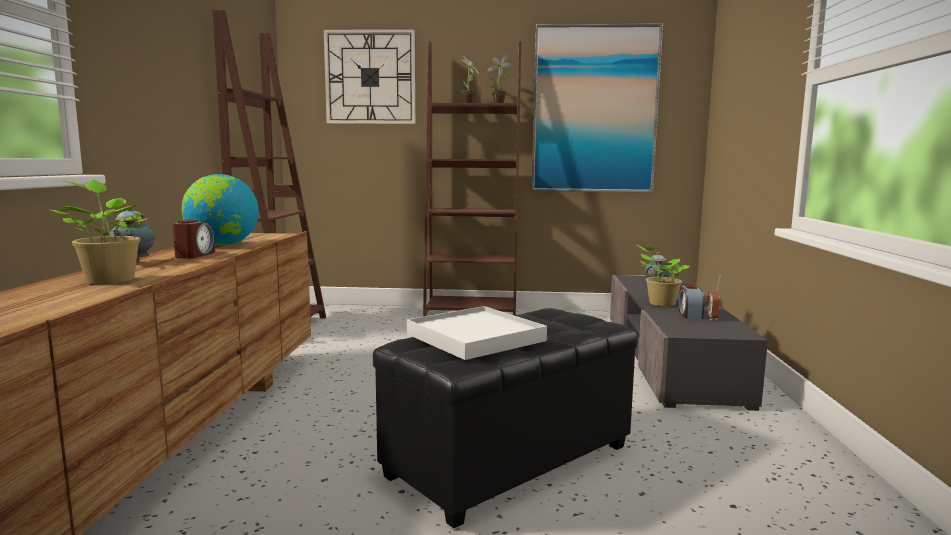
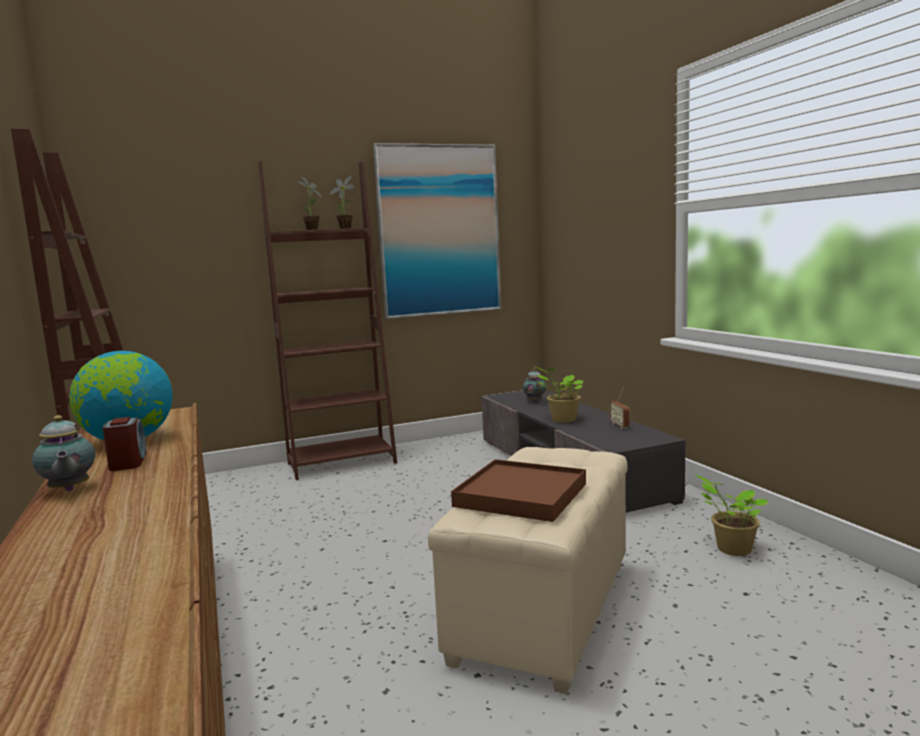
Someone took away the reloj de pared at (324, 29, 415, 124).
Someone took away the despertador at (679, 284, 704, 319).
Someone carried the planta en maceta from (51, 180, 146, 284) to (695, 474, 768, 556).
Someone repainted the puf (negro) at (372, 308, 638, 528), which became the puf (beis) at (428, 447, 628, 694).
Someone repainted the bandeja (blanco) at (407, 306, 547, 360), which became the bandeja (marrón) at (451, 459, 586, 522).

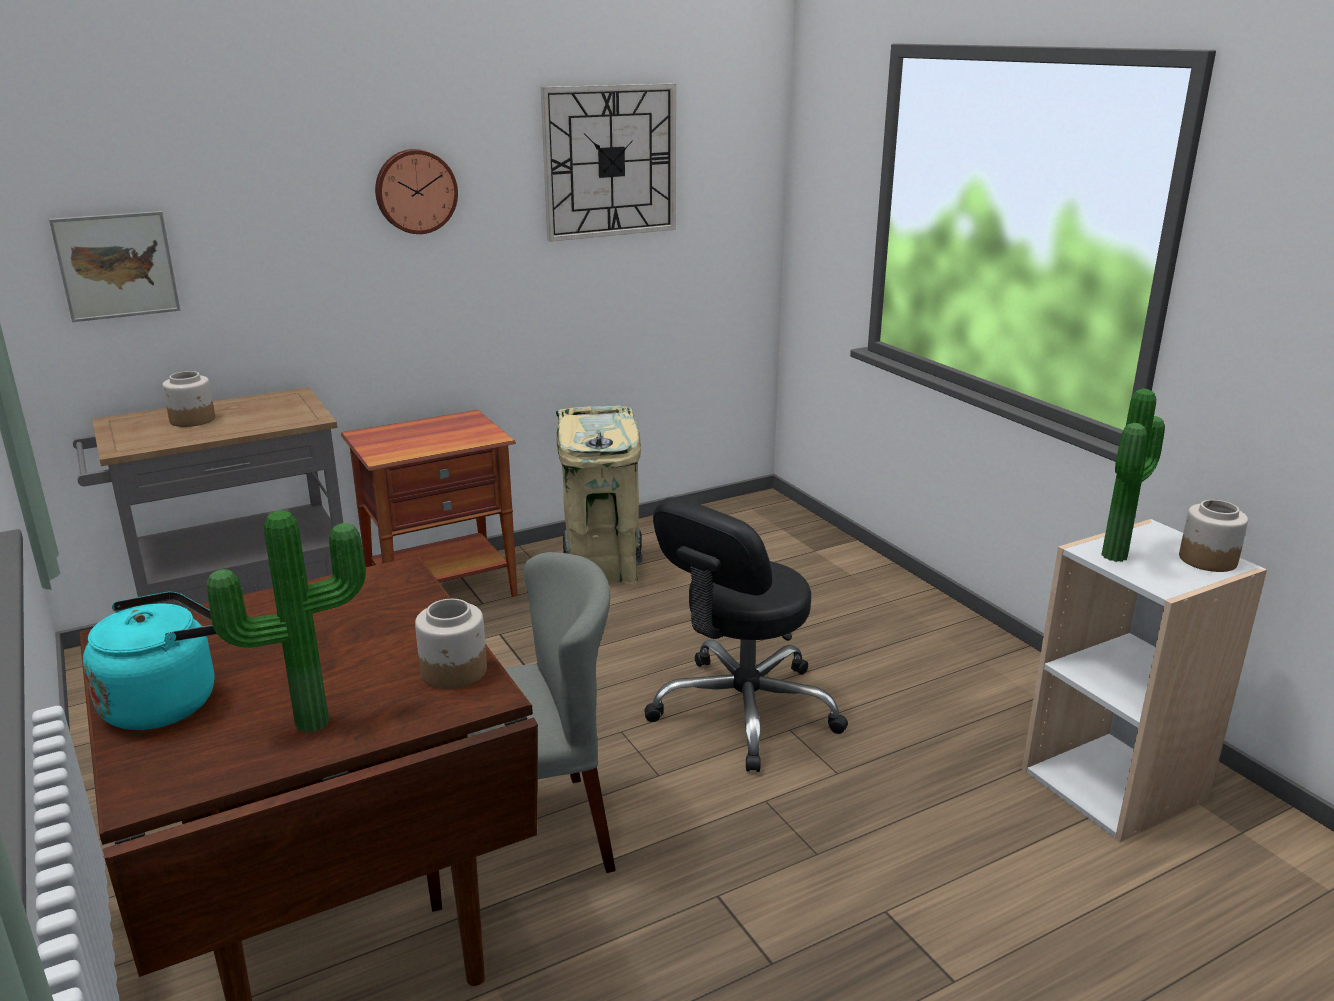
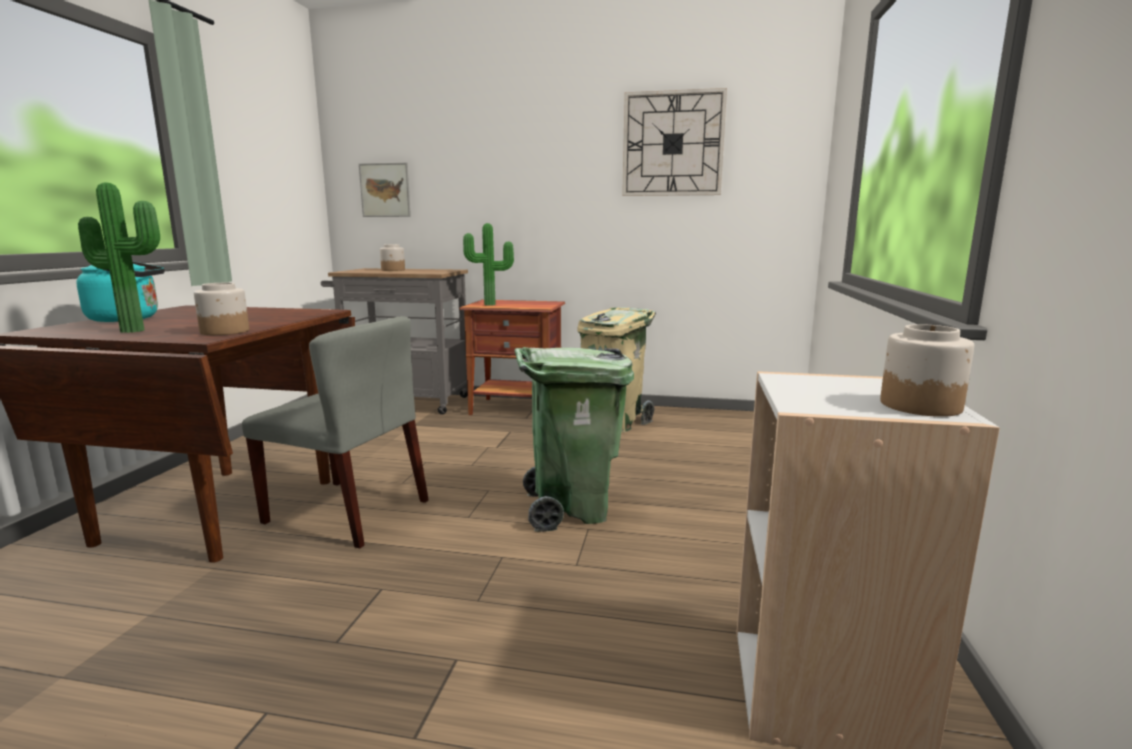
Someone took away the reloj de pared at (375, 149, 458, 234).
Someone carried the planta en maceta from (1101, 389, 1165, 562) to (463, 223, 514, 306).
Someone swapped the silla de oficina (negro) at (644, 497, 848, 772) for the papelera (verde) at (515, 347, 634, 532).

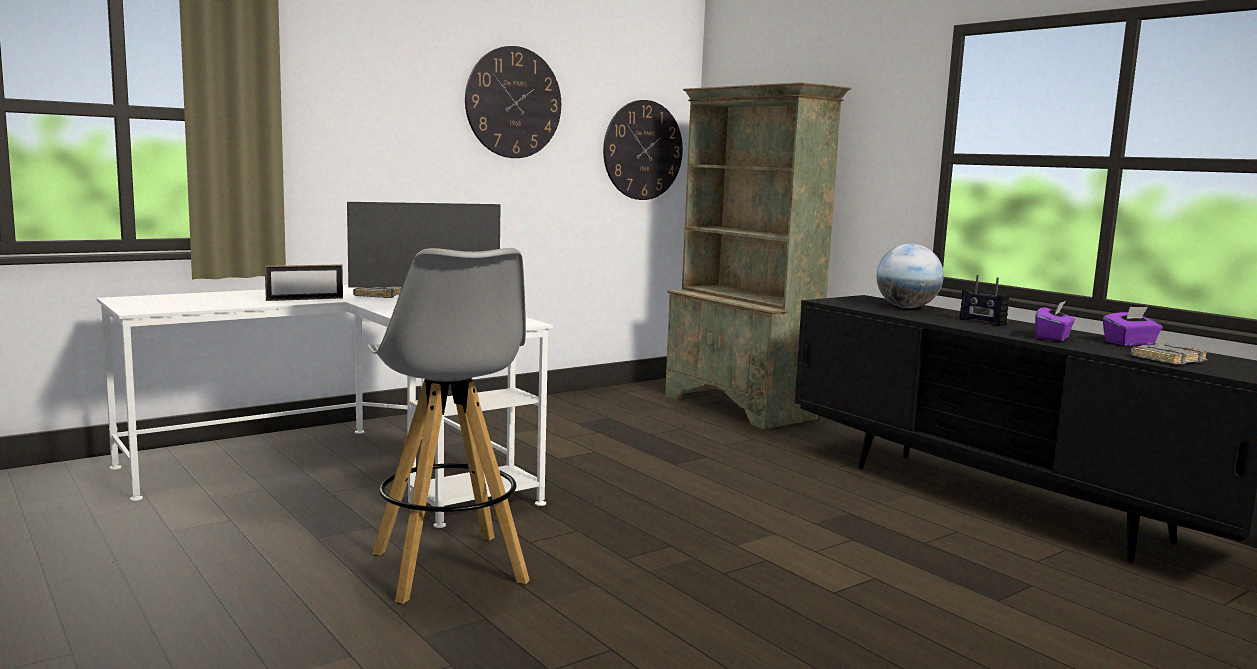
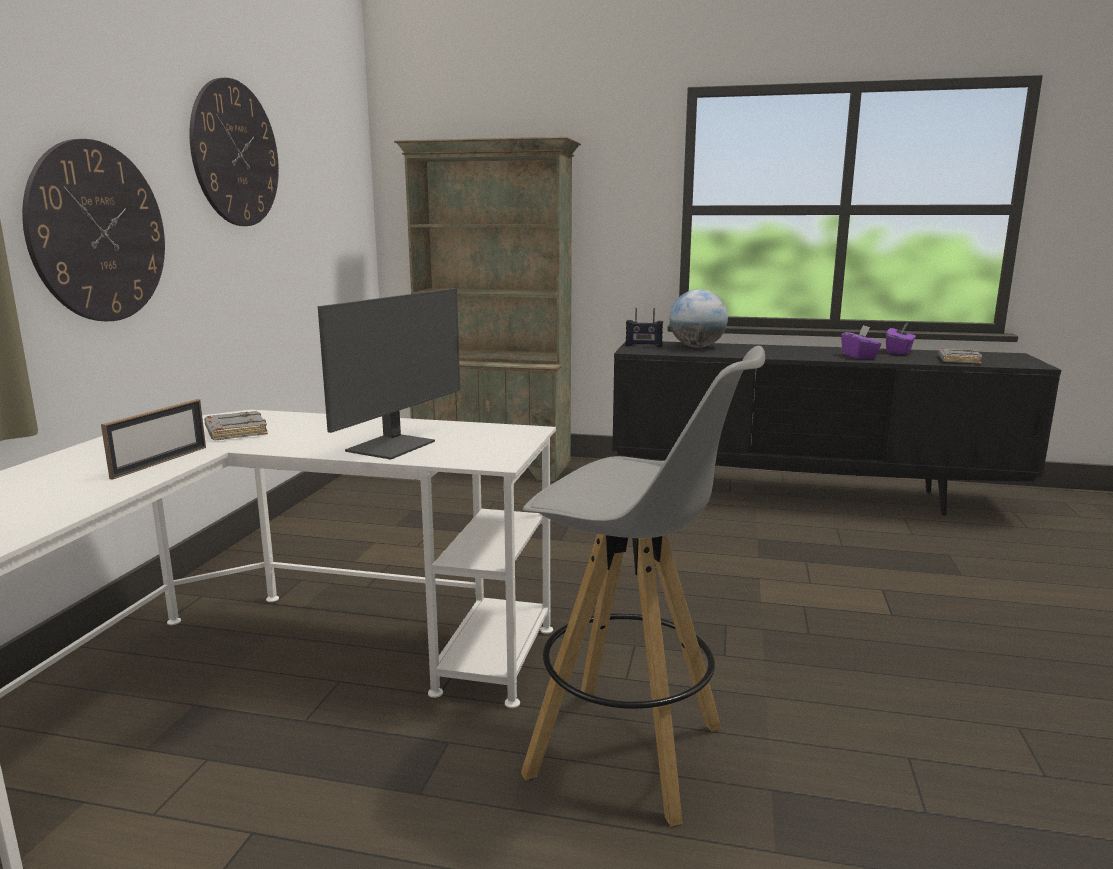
Someone carried the reloj de pared from (603, 100, 683, 200) to (22, 139, 165, 321).
Someone carried the radio from (959, 275, 1010, 326) to (625, 308, 663, 347).

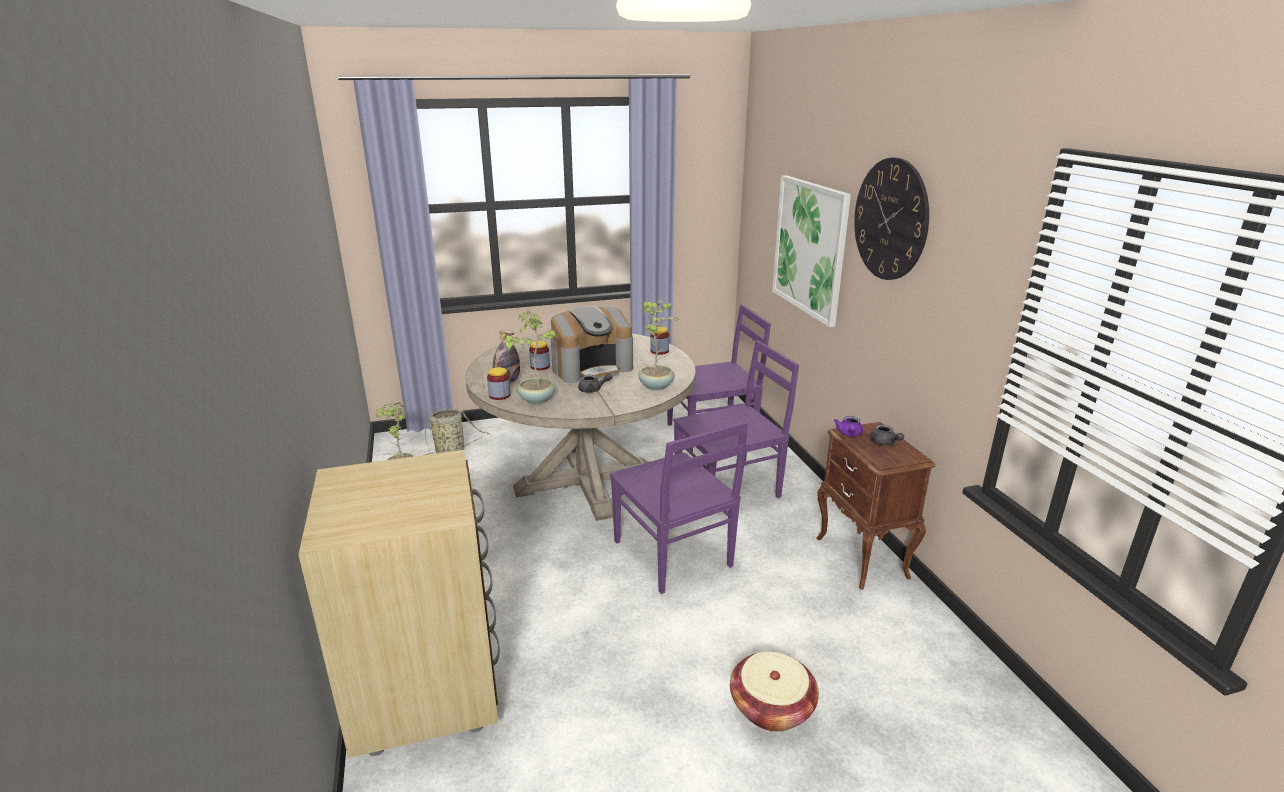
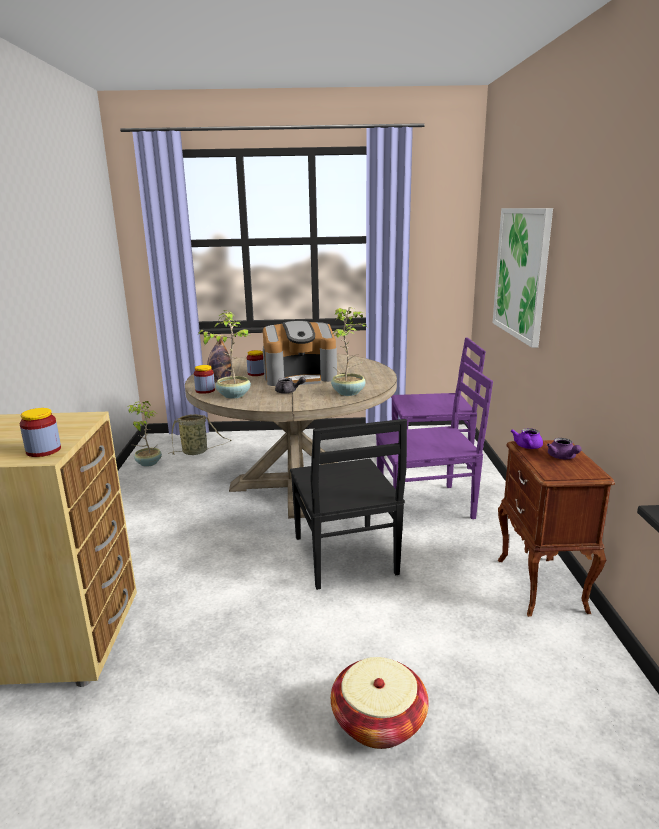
Someone took away the reloj de pared at (854, 157, 929, 280).
Someone carried the tarro from (650, 327, 669, 355) to (19, 408, 61, 457).
Someone repainted the silla (morado) at (610, 421, 748, 594), which became the silla (negro) at (290, 419, 407, 590).
Someone repainted the tetera (gris) at (870, 424, 904, 445), which became the tetera (morado) at (547, 438, 582, 459).

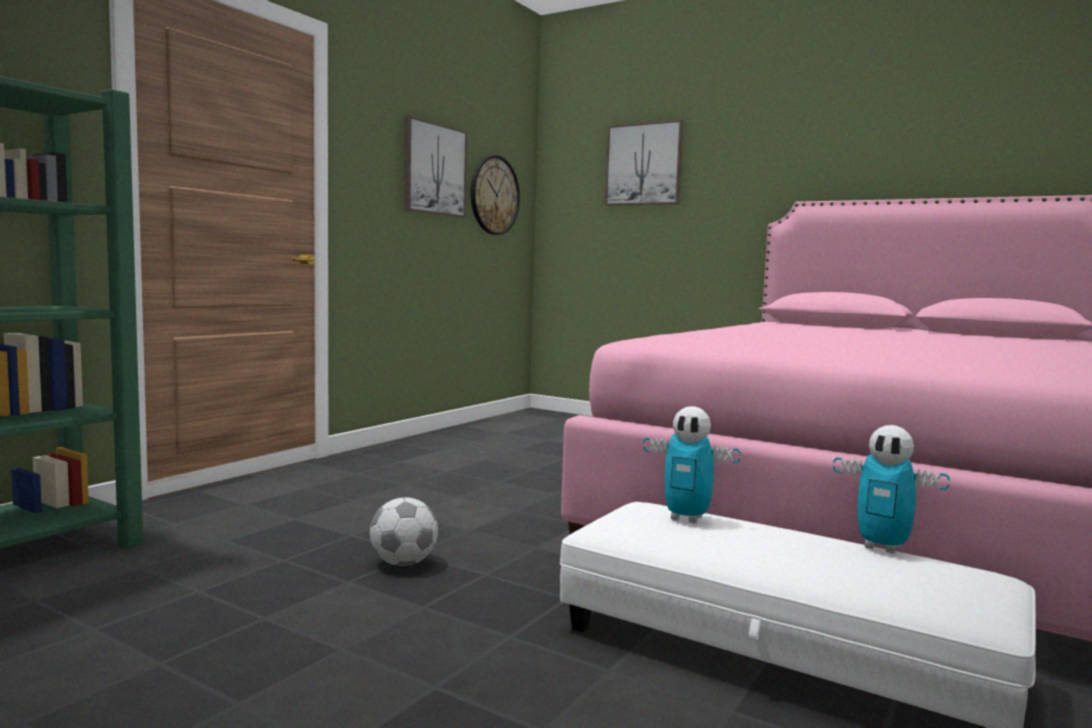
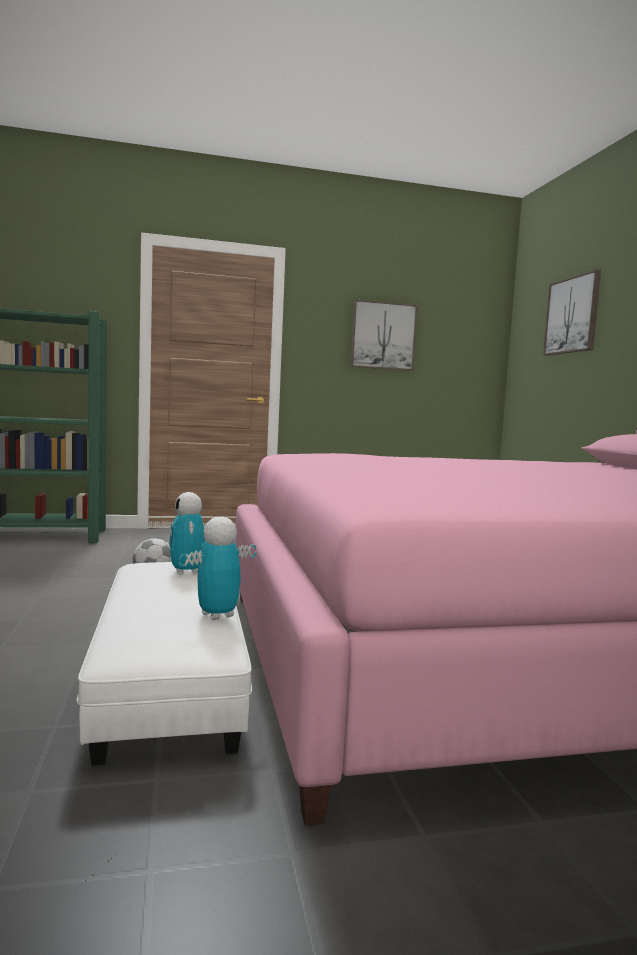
Someone took away the reloj de pared at (471, 155, 520, 235).
Someone rotated the robot de juguete at (833, 425, 950, 554) by 60 degrees clockwise.

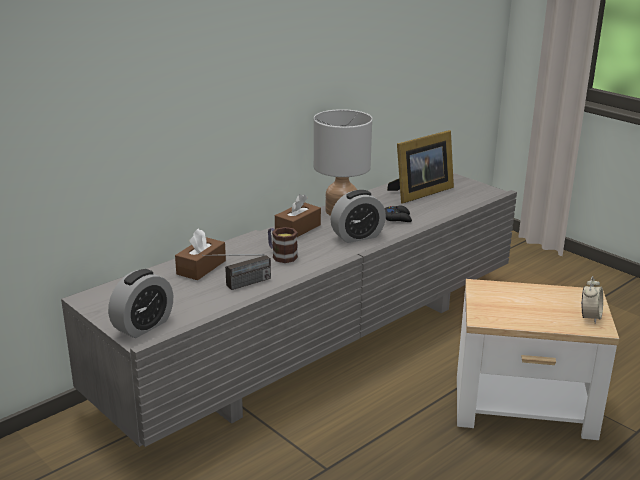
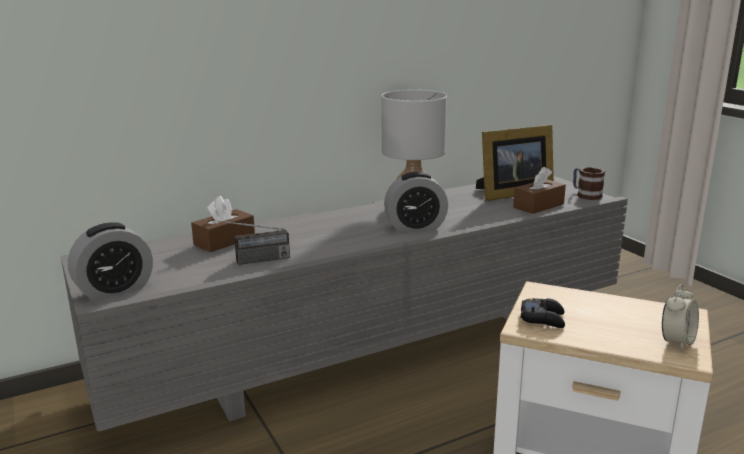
Someone carried the taza grande from (268, 227, 298, 263) to (573, 167, 605, 200).
Someone carried the caja de pañuelos (marrón) from (275, 194, 321, 237) to (513, 166, 566, 214).
Someone carried the mando de consola (negro) from (384, 205, 412, 222) to (520, 298, 565, 328).

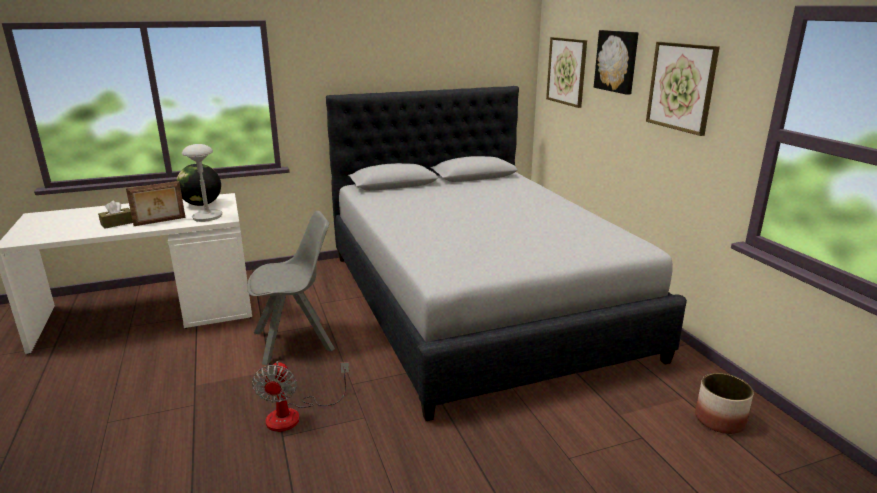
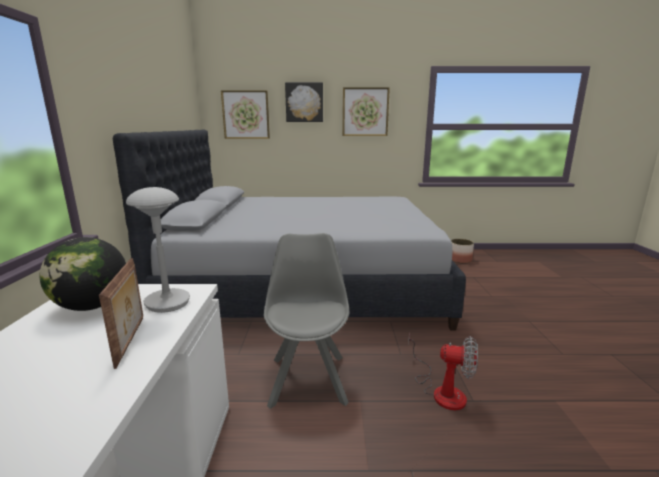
Someone took away the caja de pañuelos (marrón) at (98, 201, 133, 229).

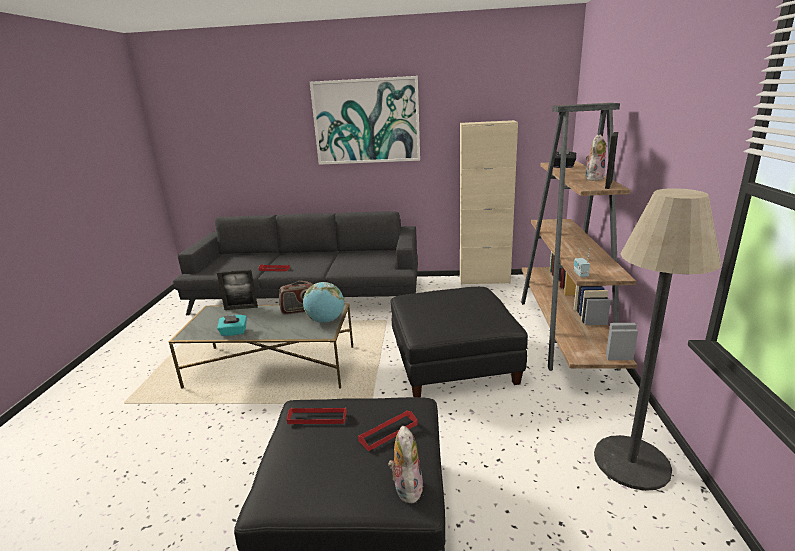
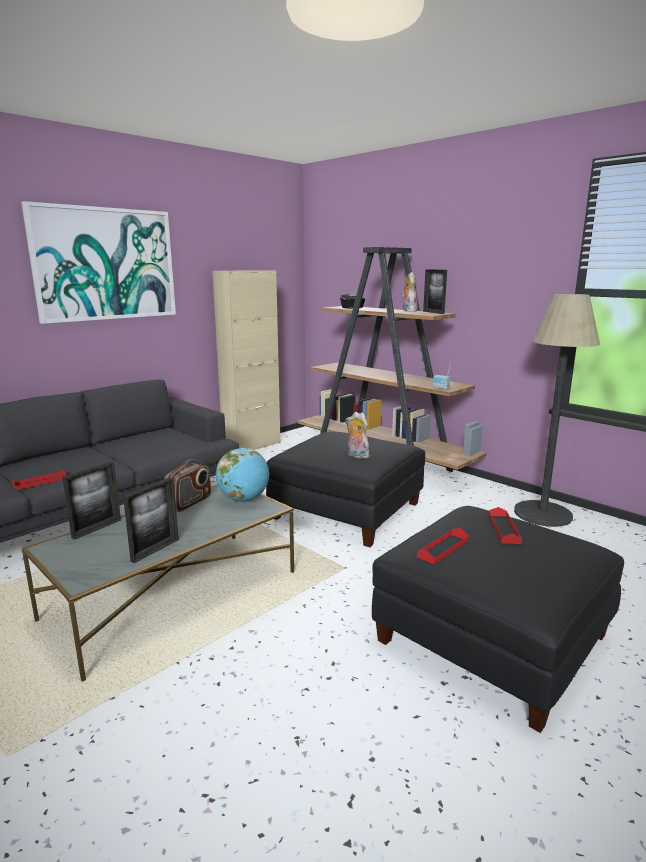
Someone carried the peluche from (388, 426, 423, 504) to (345, 412, 369, 459).
Someone swapped the caja de pañuelos (turquesa) at (217, 315, 247, 336) for the portarretratos at (123, 477, 179, 563).

